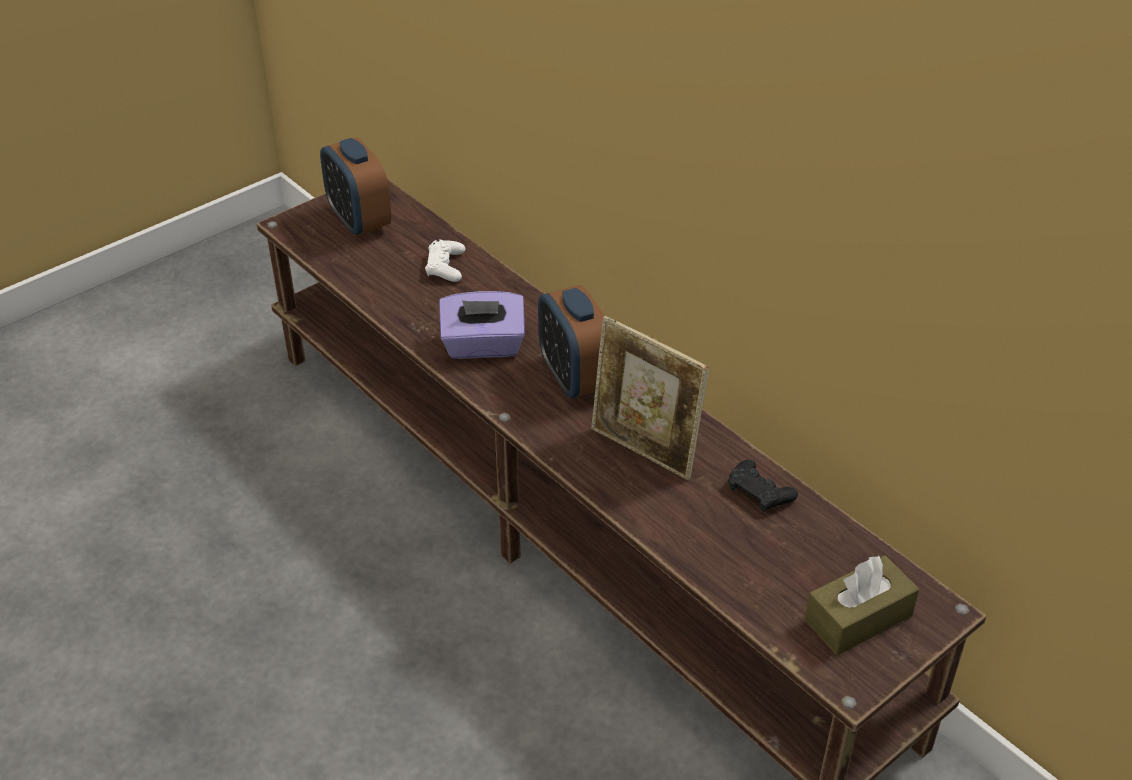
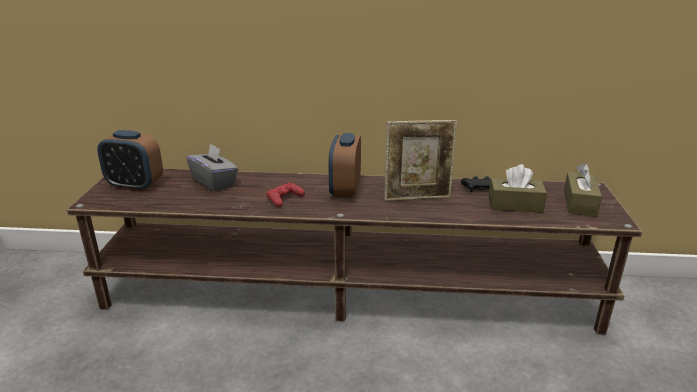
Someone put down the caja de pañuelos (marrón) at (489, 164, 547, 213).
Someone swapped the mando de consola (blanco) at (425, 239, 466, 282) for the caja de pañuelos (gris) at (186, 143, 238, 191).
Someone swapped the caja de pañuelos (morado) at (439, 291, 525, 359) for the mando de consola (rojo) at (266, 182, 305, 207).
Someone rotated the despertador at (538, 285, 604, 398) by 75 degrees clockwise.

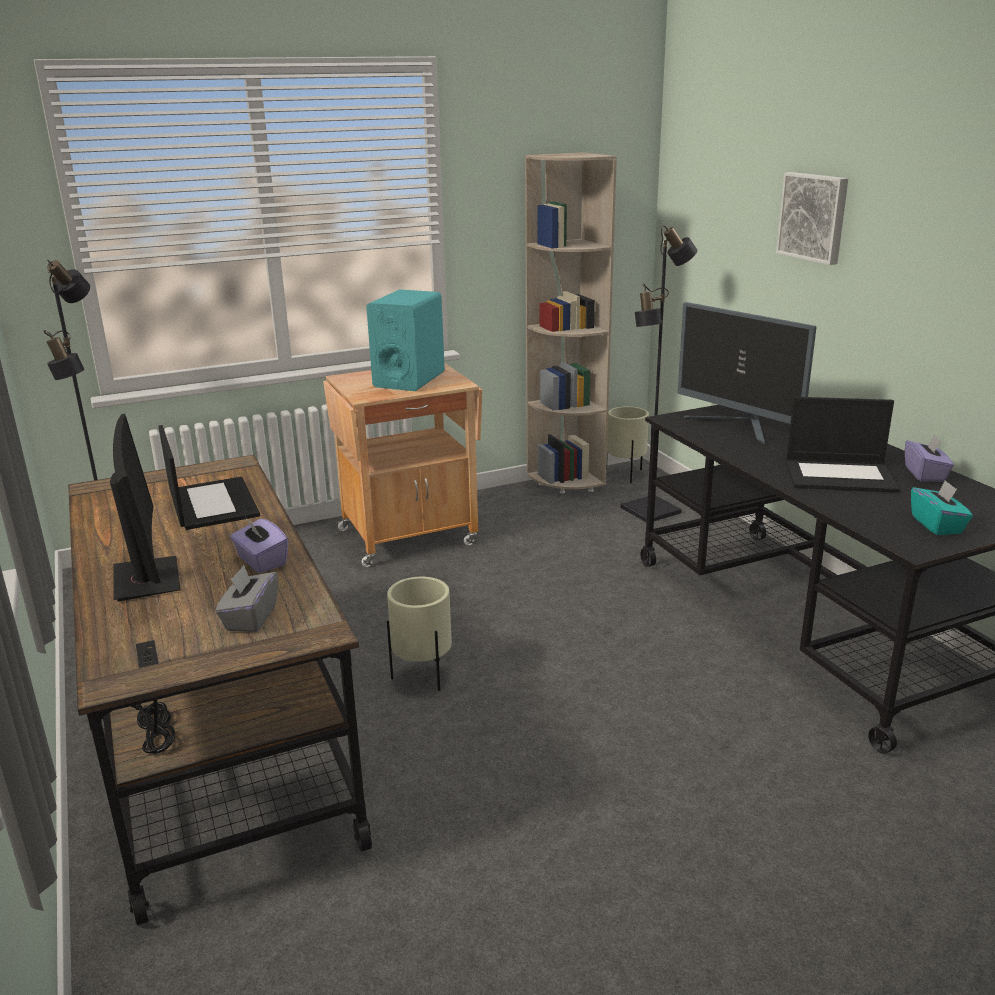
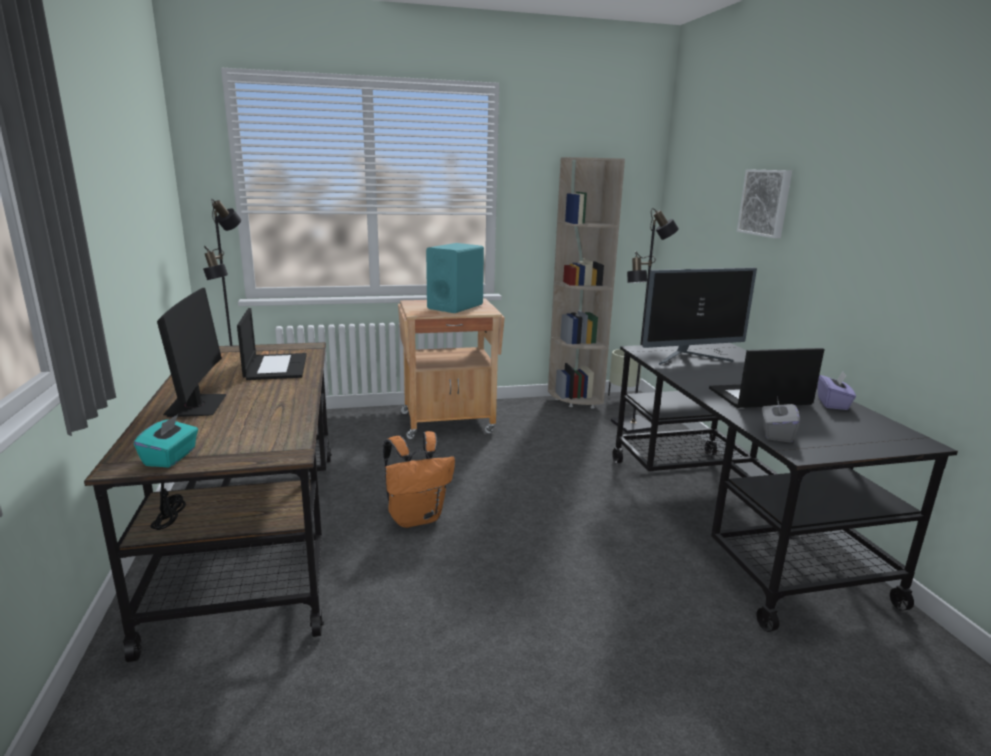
Someone took away the caja de pañuelos (morado) at (230, 518, 288, 573).
Someone carried the caja de pañuelos (gris) from (215, 565, 278, 632) to (762, 396, 800, 443).
Someone carried the caja de pañuelos (turquesa) from (911, 480, 973, 535) to (134, 414, 198, 468).
Someone swapped the maceta (beis) at (387, 577, 452, 691) for the mochila (naranja) at (383, 431, 455, 528).
Someone rotated the monitor at (677, 302, 817, 445) by 75 degrees counterclockwise.
Someone rotated the portátil at (786, 397, 900, 493) by 150 degrees clockwise.

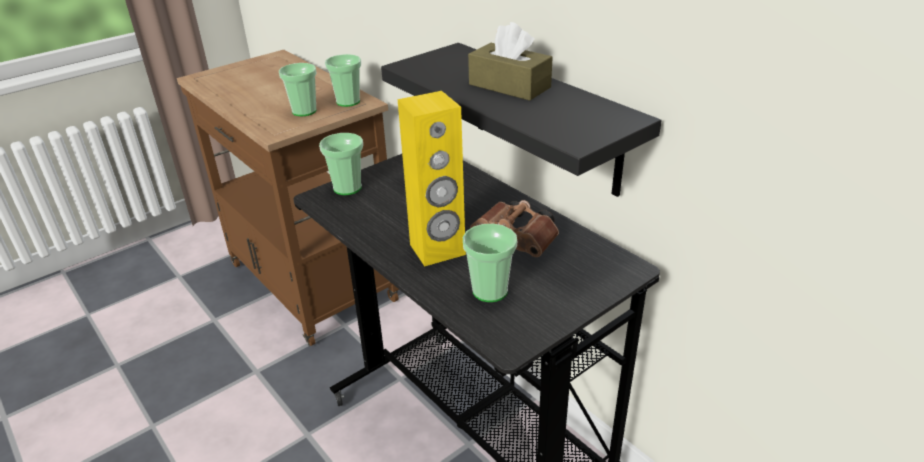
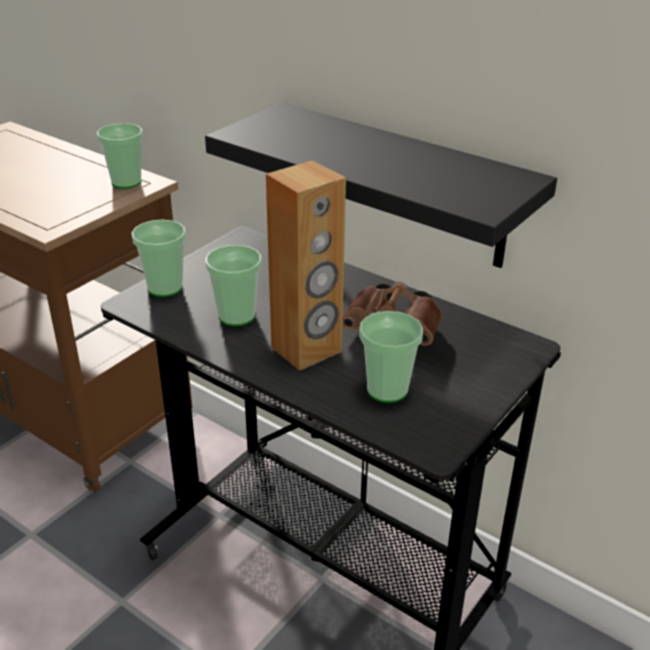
Someone took away the caja de pañuelos (marrón) at (468, 22, 553, 101).
Someone carried the taza from (279, 63, 317, 116) to (205, 245, 262, 326).
Someone repainted the altavoz (amarillo) at (398, 91, 466, 267), which became the altavoz (marrón) at (266, 160, 346, 371).

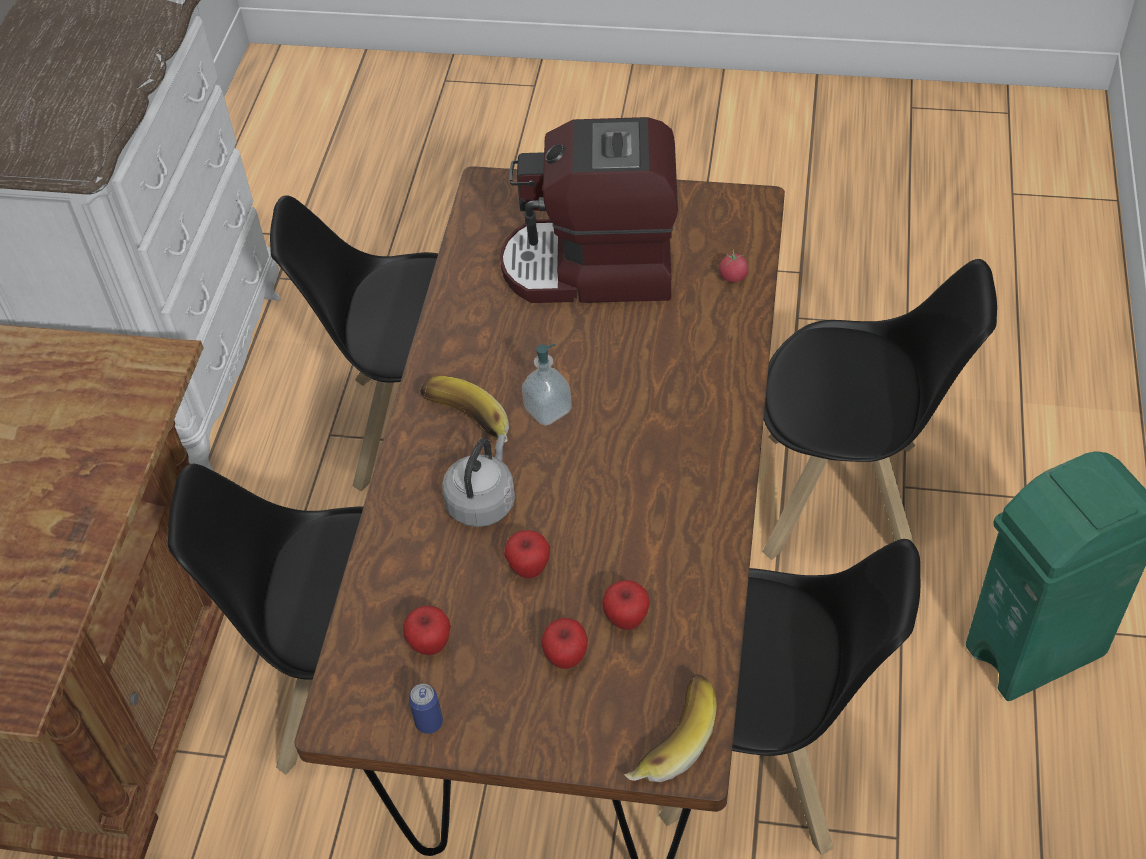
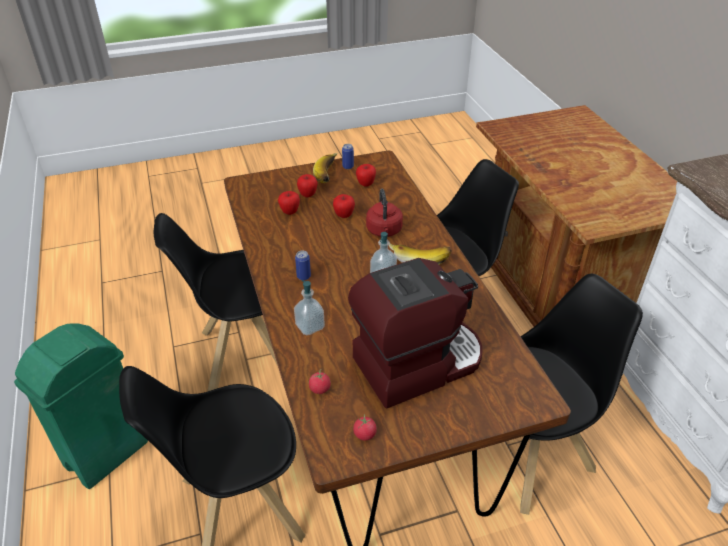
Someone put down the dispensador de jabón at (294, 280, 325, 336).
Someone put down the lata at (295, 250, 311, 280).
Someone put down the tomate at (353, 414, 377, 440).
Someone carried the plátano from (624, 674, 717, 782) to (313, 153, 338, 183).
Someone repainted the hervidor (gris) at (442, 434, 515, 527), which became the hervidor (rojo) at (366, 189, 403, 237).

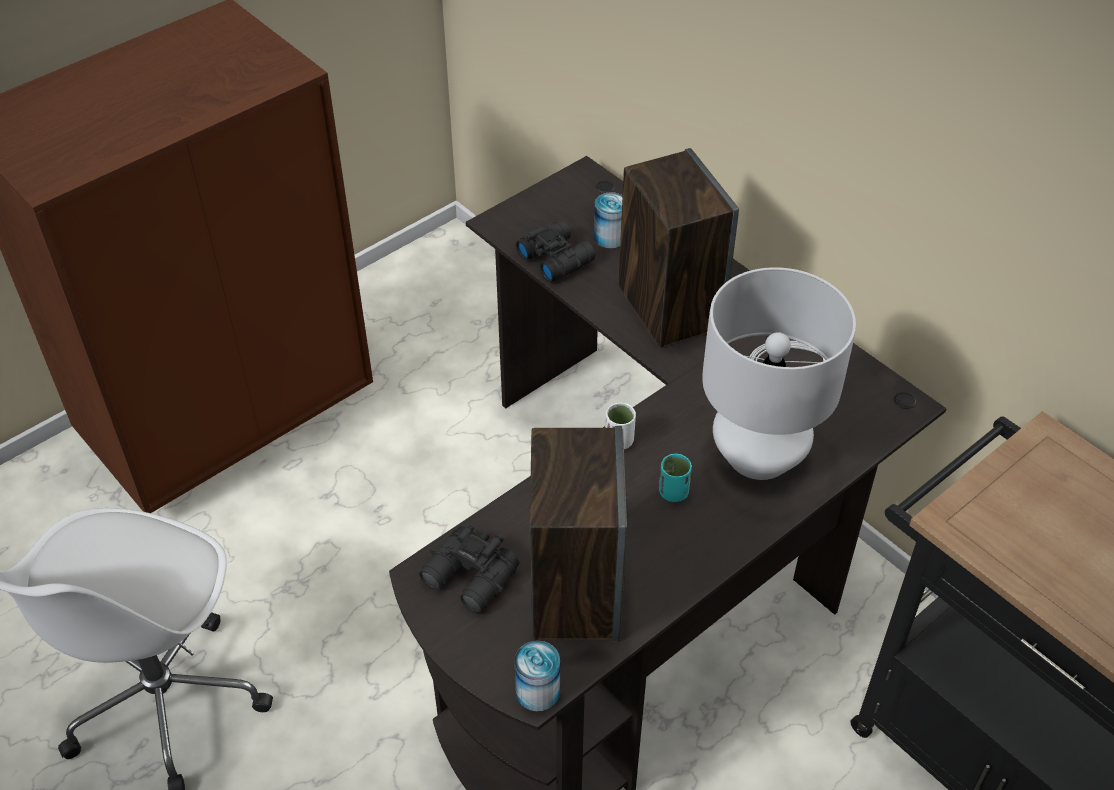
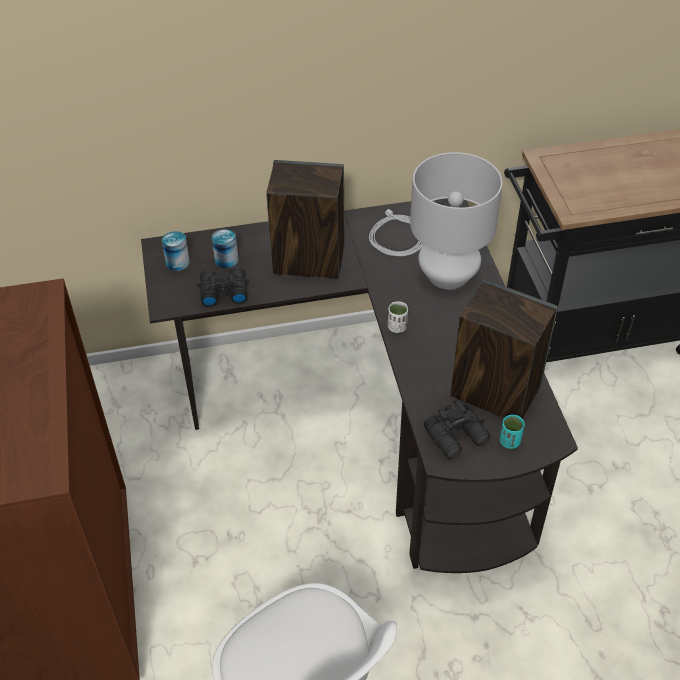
Someone carried the lata from (515, 641, 560, 711) to (162, 231, 190, 271).
Someone carried the taza (turquesa) from (659, 454, 692, 502) to (500, 415, 525, 449).

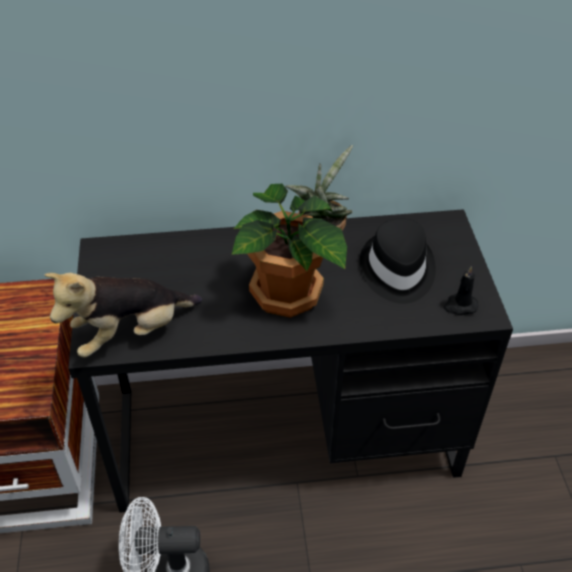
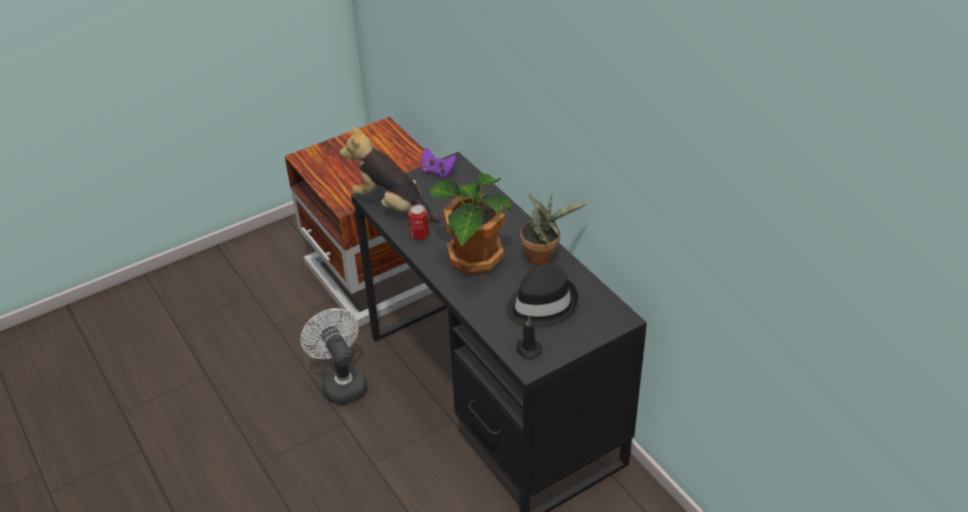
Someone put down the lata at (408, 204, 429, 240).
Someone put down the mando de consola (morado) at (421, 148, 457, 178).

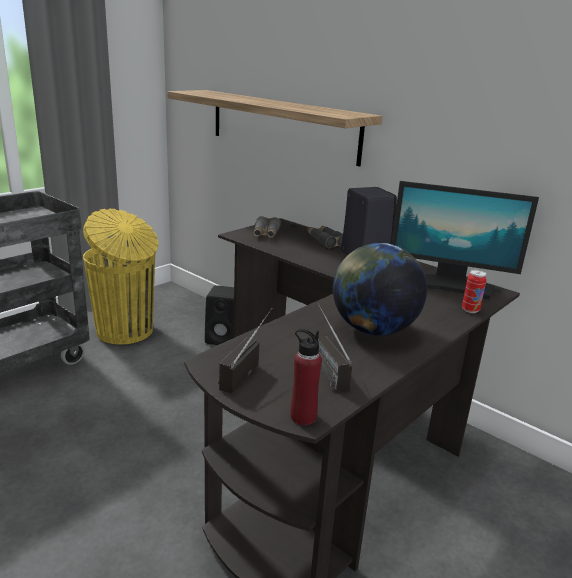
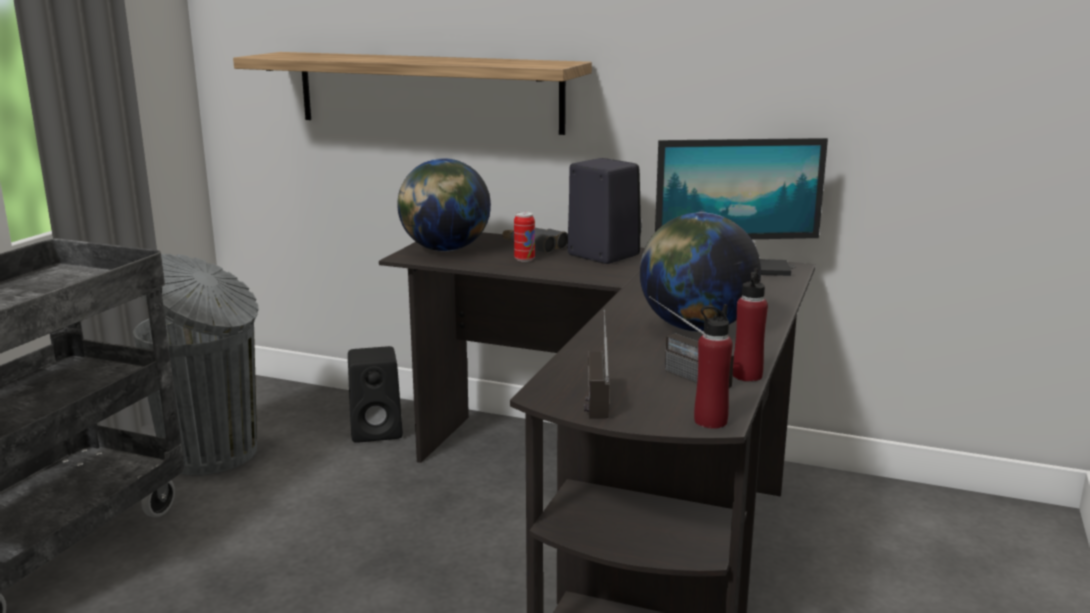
Someone put down the botella (rojo) at (733, 268, 768, 382).
Someone carried the lata from (462, 270, 487, 313) to (514, 212, 535, 262).
Someone swapped the prismáticos (gris) at (253, 216, 281, 238) for the globo terráqueo at (397, 158, 491, 251).
Someone repainted the papelera (amarillo) at (83, 209, 159, 345), which became the papelera (gris) at (133, 254, 259, 475).

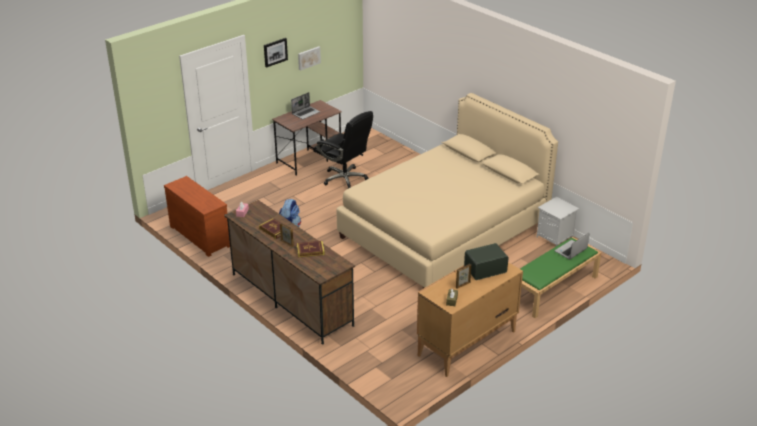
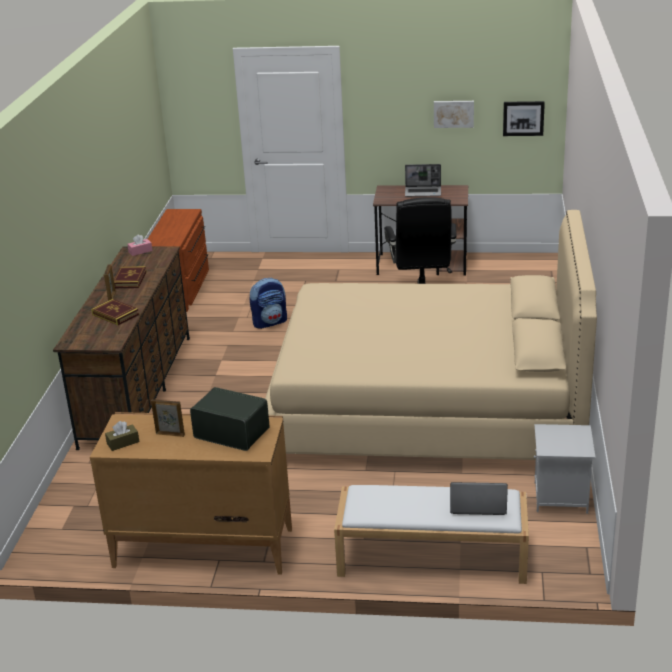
Someone carried the cuadro from (264, 38, 288, 68) to (503, 101, 545, 136).
Someone repainted the banco (verde) at (520, 237, 601, 318), which became the banco (blanco) at (334, 485, 529, 584).

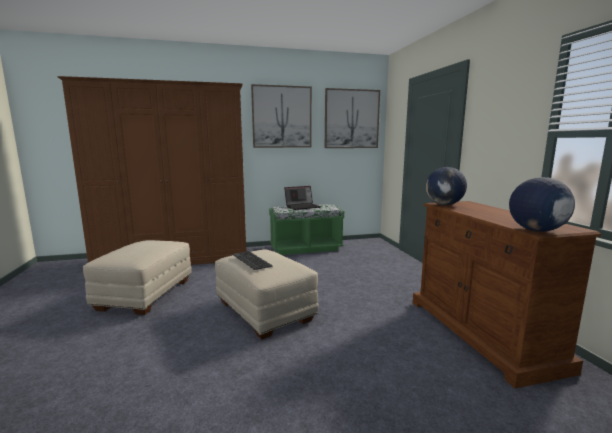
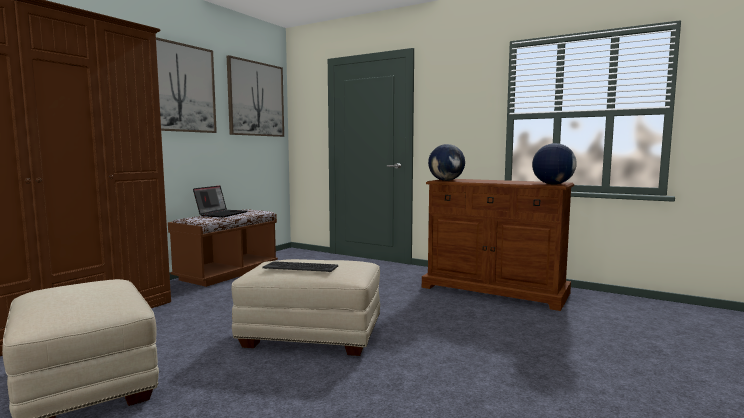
Someone repainted the banco (verde) at (269, 204, 344, 255), which became the banco (marrón) at (168, 209, 278, 287).

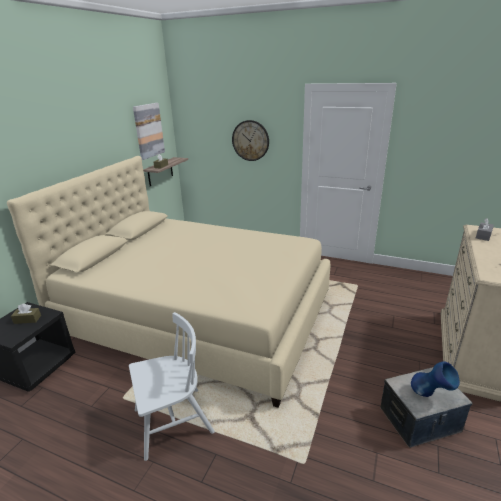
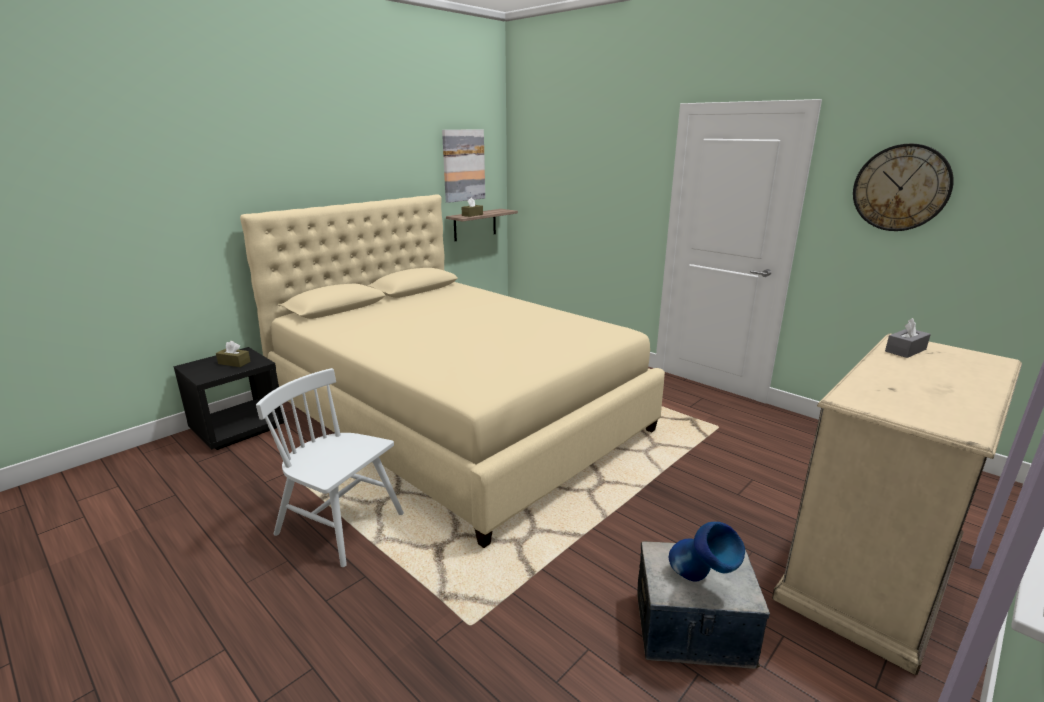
Someone carried the reloj de pared from (232, 120, 269, 161) to (853, 143, 954, 231).
Someone rotated the silla (blanco) at (129, 312, 215, 461) by 150 degrees counterclockwise.

